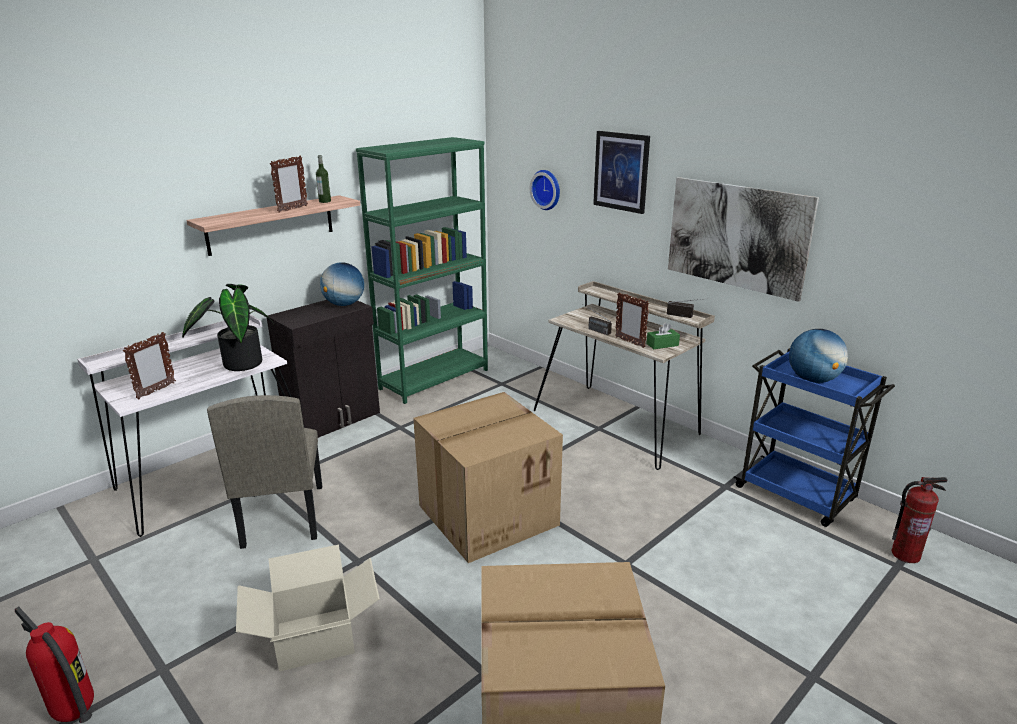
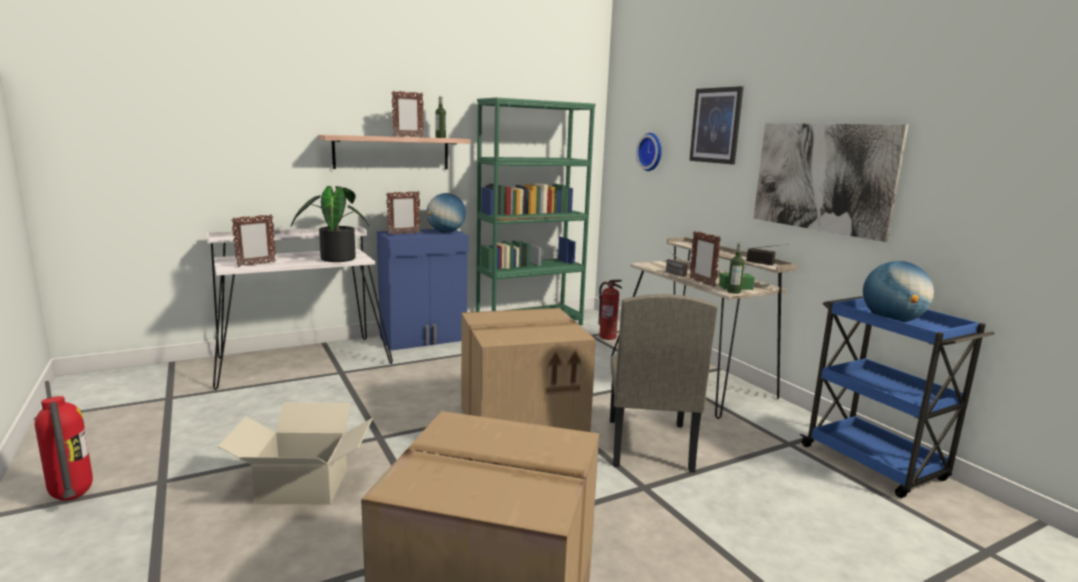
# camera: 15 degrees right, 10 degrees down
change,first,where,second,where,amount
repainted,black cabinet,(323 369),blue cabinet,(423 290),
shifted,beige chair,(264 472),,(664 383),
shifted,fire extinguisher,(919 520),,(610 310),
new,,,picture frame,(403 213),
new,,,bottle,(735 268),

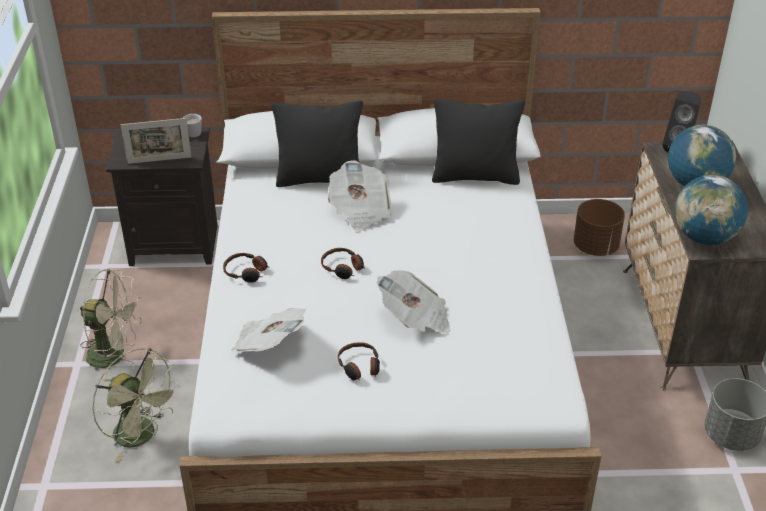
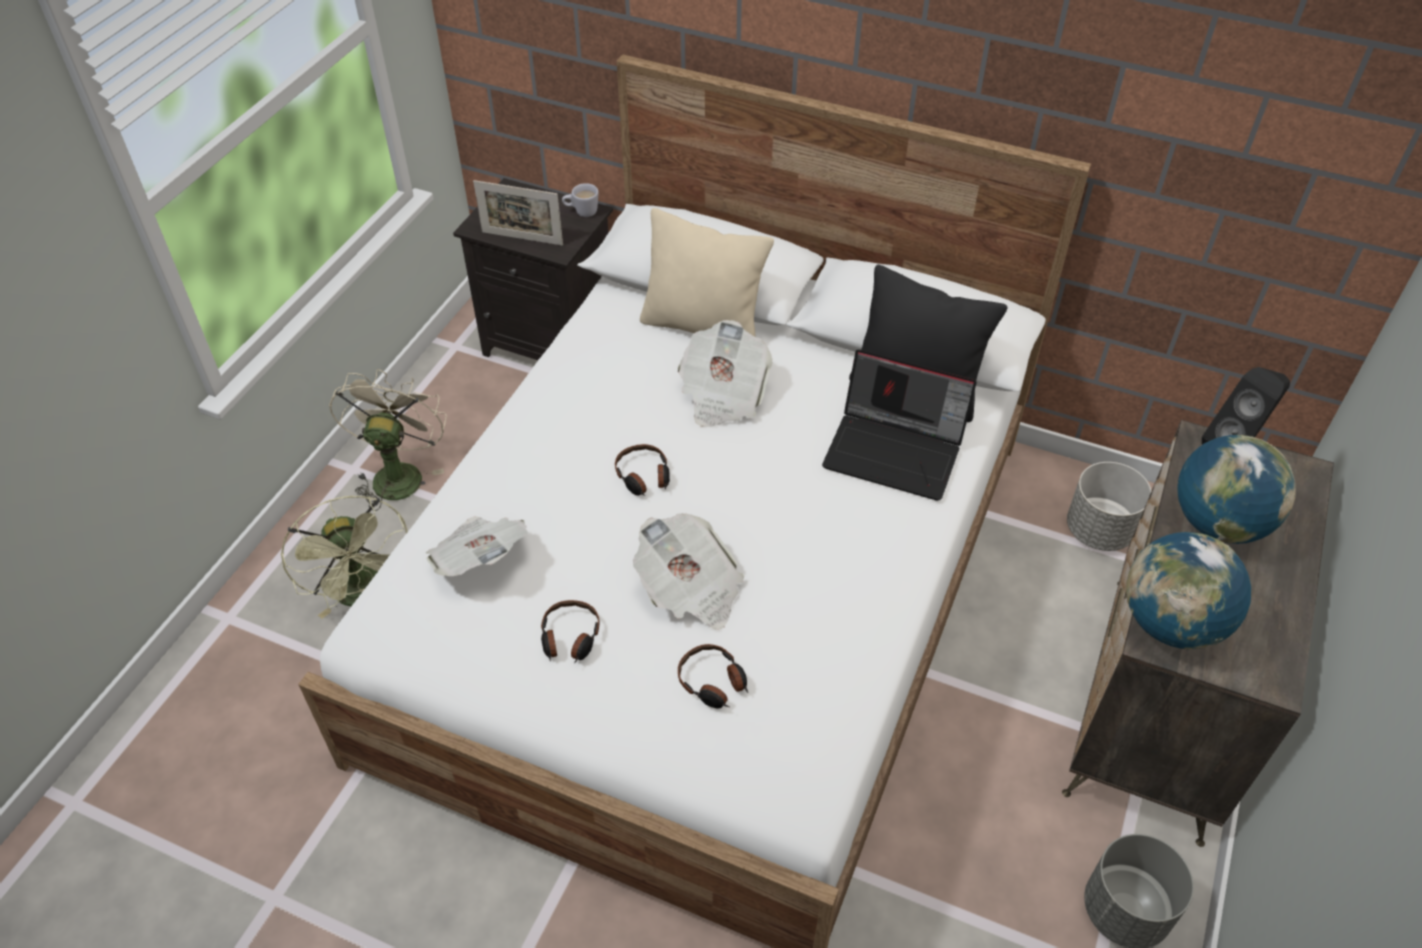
# camera: 25 degrees right, 10 degrees up
change,first,where,second,where,amount
repainted,black pillow,(317 143),beige pillow,(707 272),
repainted,brown planter,(599 227),grey planter,(1109 506),
shifted,headphones,(246 268),,(713 676),
rotated,beige fan,(111 324),,(388 440),120 degrees counterclockwise
new,,,laptop,(899 425),

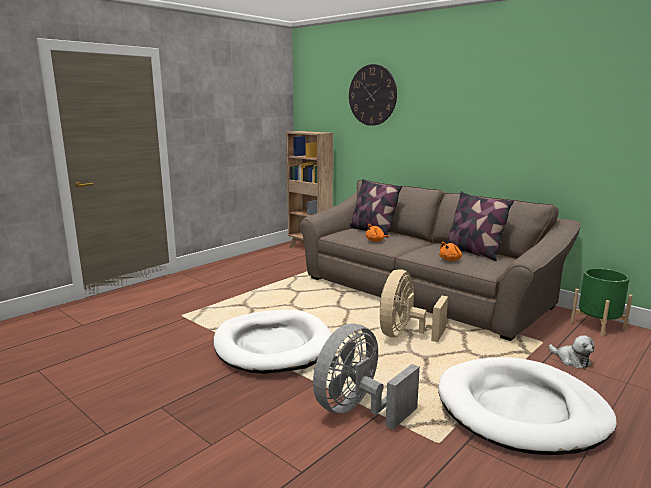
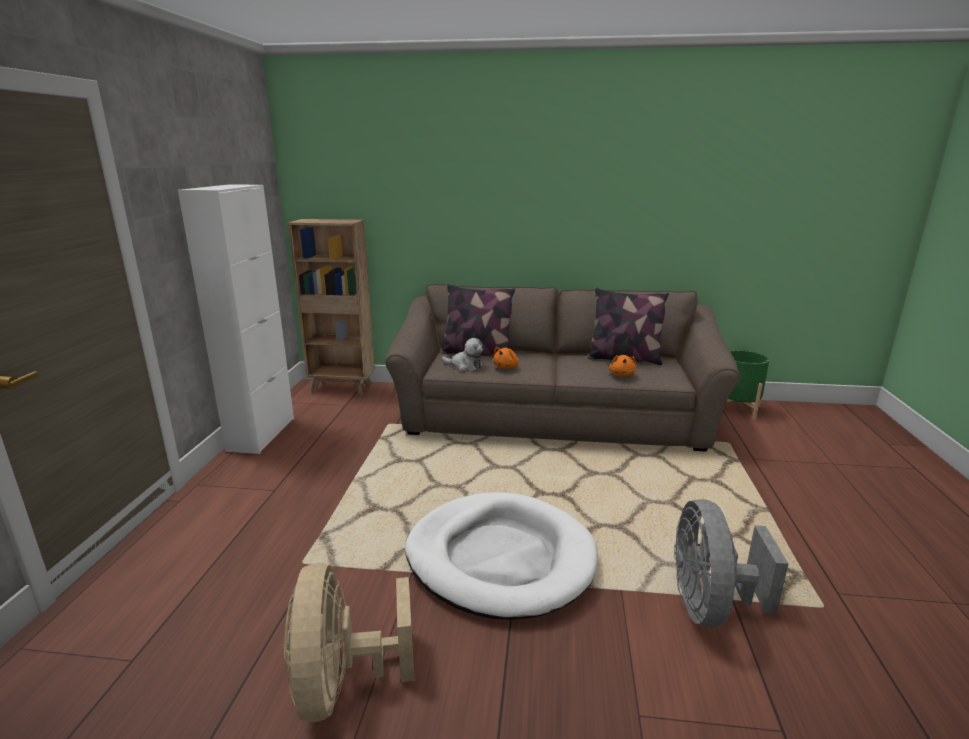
# camera: 35 degrees left, 5 degrees up
change,first,where,second,where,amount
gone,wall clock,(373 95),,,
shifted,beige fan,(413 305),,(349 642),
shifted,plush toy,(572 352),,(463 354),
gone,white dog bed,(527 406),,,
new,,,white cabinet,(236 319),

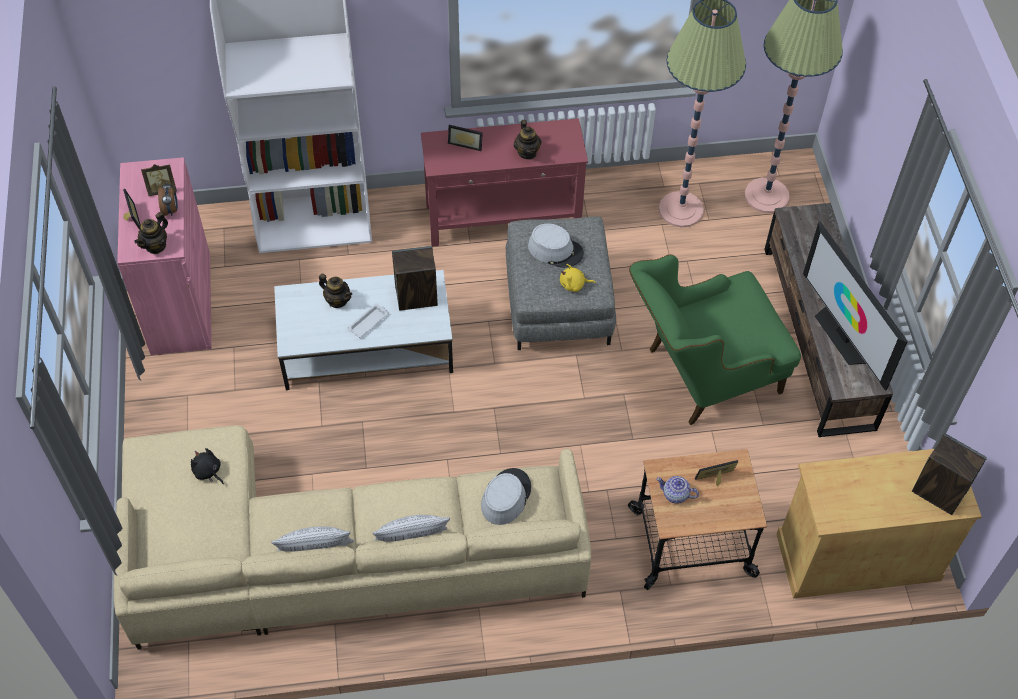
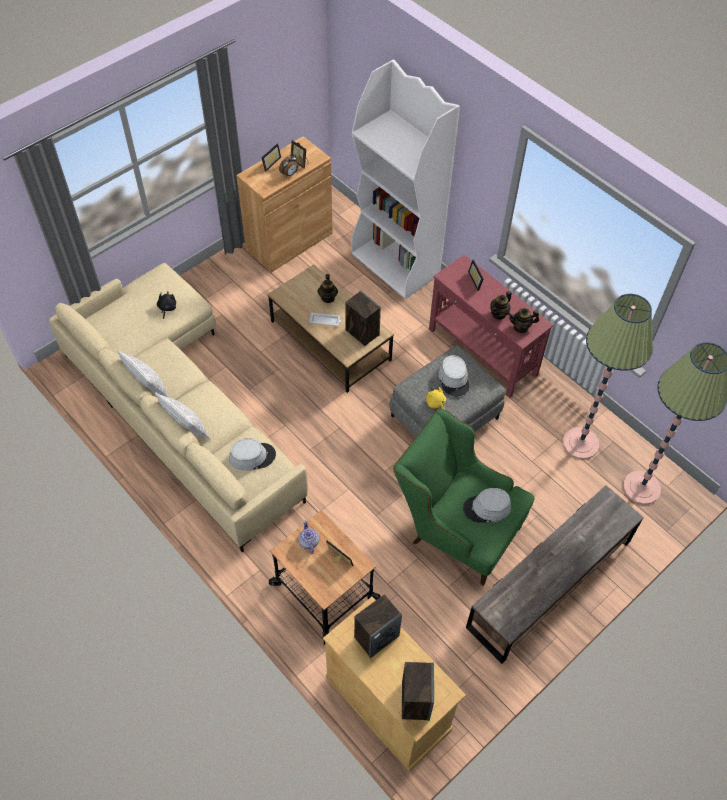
# camera: 55 degrees right, 0 degrees up
change,first,where,second,where,amount
repainted,pink cabinet,(164 256),brown cabinet,(284 204),
shifted,teapot,(151 233),,(523 320),
gone,television,(855 306),,,
repainted,white coffee table,(363 330),brown coffee table,(331 328),
new,,,grey hat,(487 505),
new,,,speaker,(378 626),

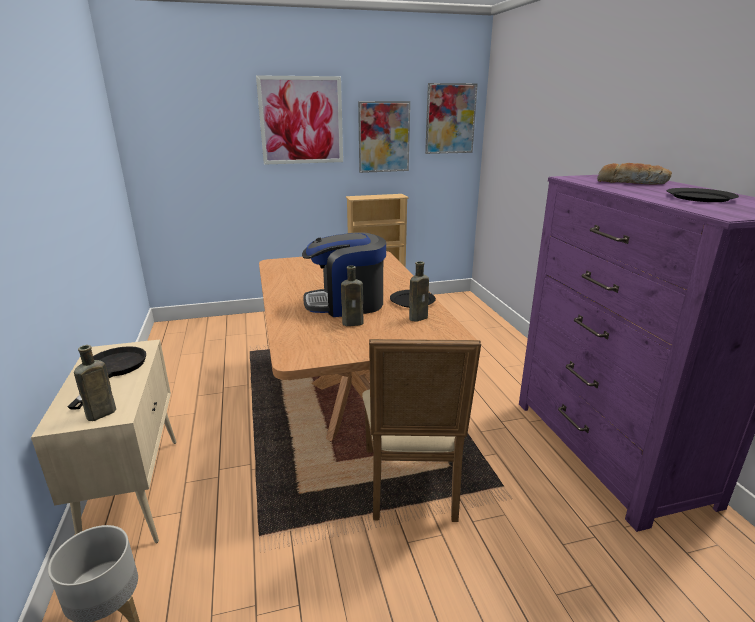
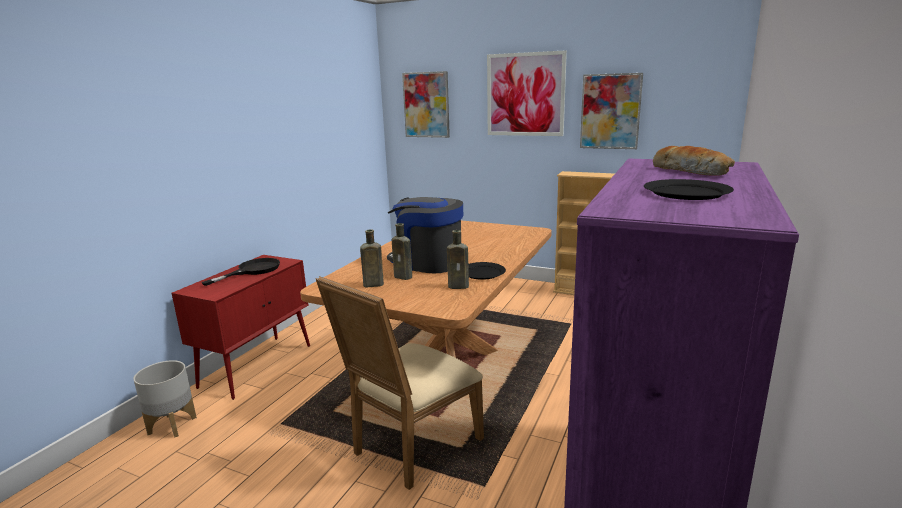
# camera: 40 degrees right, 5 degrees down
change,first,where,second,where,amount
shifted,picture,(451 118),,(426 104),
repainted,beige cabinet,(104 441),red cabinet,(241 327),
shifted,brown bottle,(95 383),,(372 258),

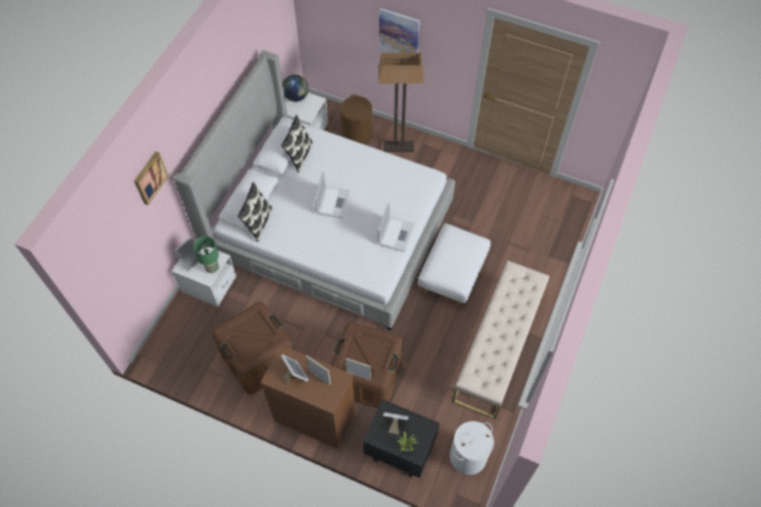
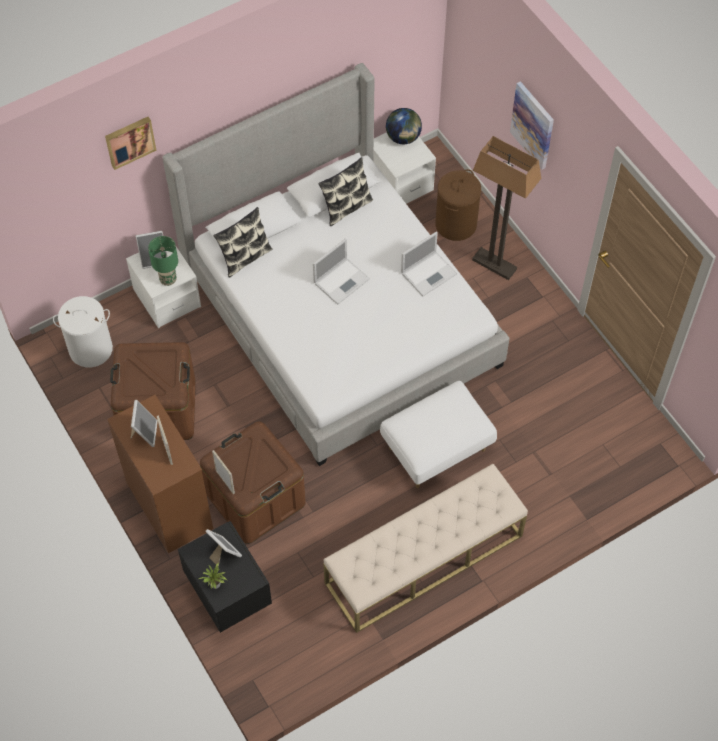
# camera: 35 degrees right, 0 degrees up
change,first,where,second,where,amount
shifted,laptop,(396 227),,(429 264),
shifted,white laundry basket,(472 448),,(83 331),

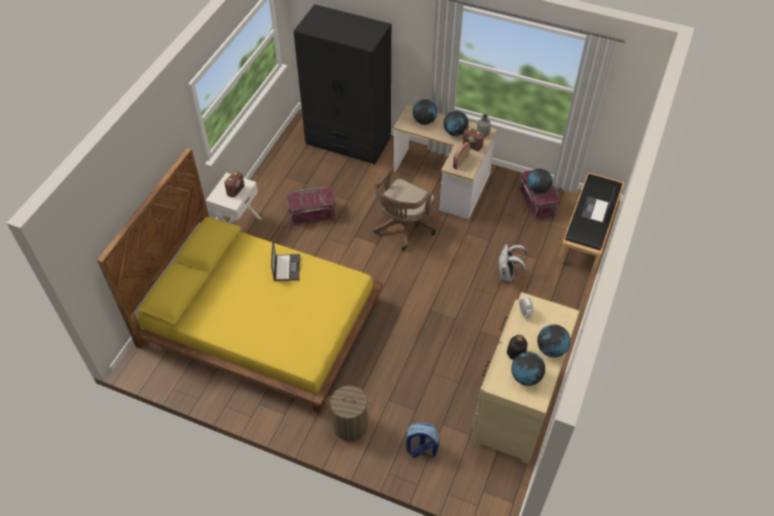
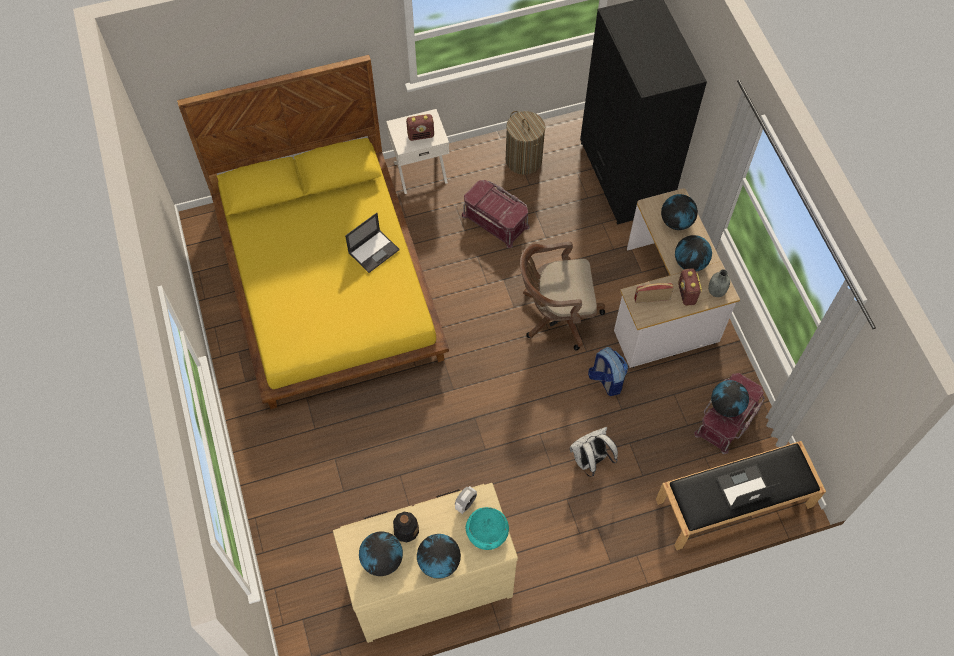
# camera: 50 degrees right, 10 degrees up
change,first,where,second,where,amount
shifted,laundry basket,(348 413),,(525 143),
shifted,backpack,(422 440),,(608 371),
new,,,turquoise bowl,(487 528),

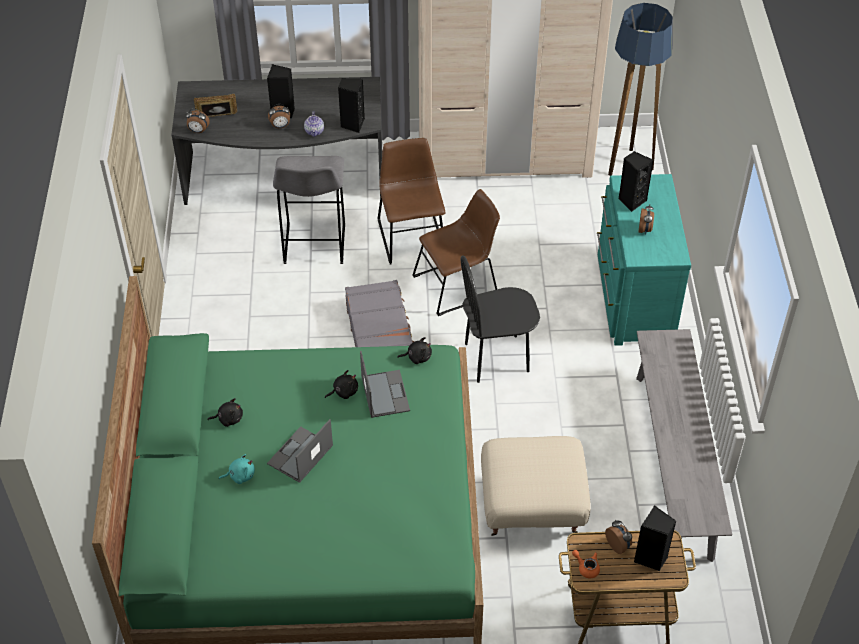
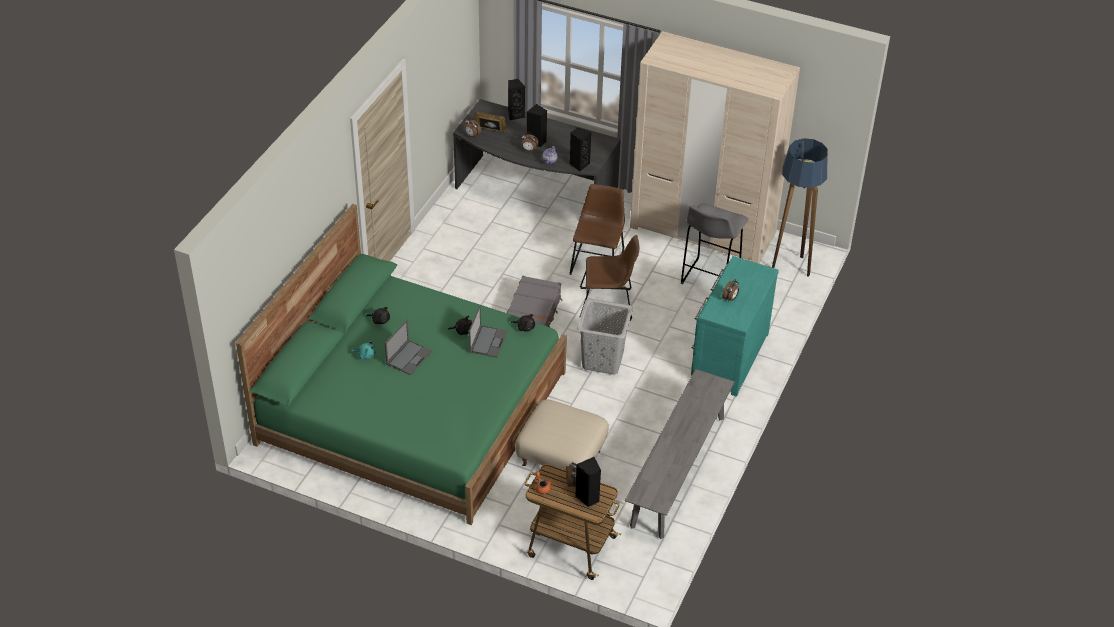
# camera: 25 degrees right, 5 degrees down
change,first,where,second,where,amount
shifted,black speaker,(635 181),,(516 99),
shifted,grey stool,(309 210),,(715 243),
swapped,black chair,(500 319),grey laundry basket,(605 337),
rotated,laptop,(300 451),,(408 347),150 degrees clockwise

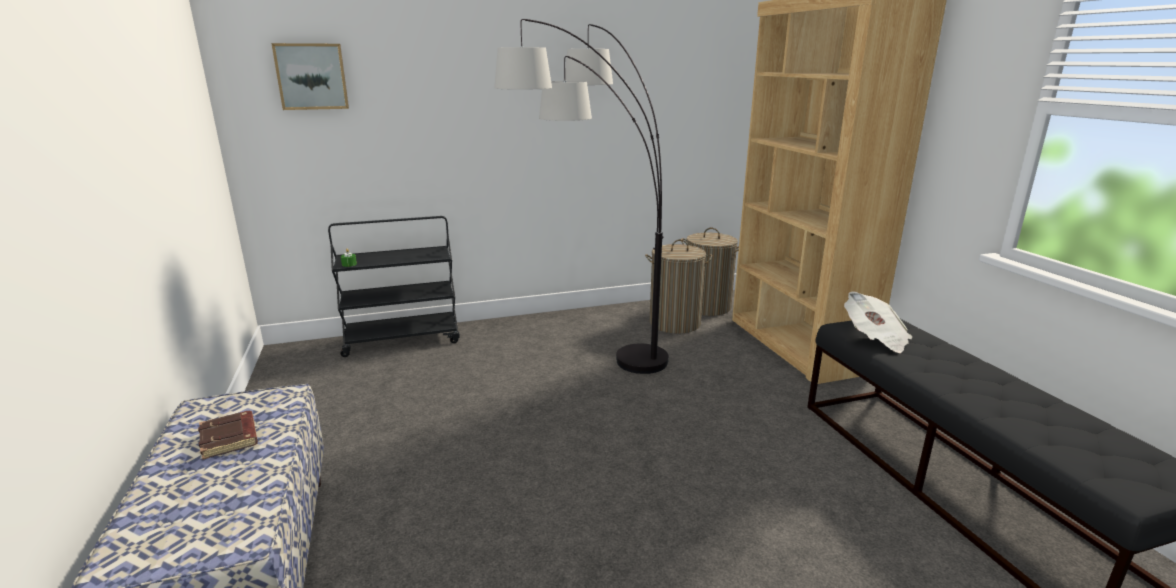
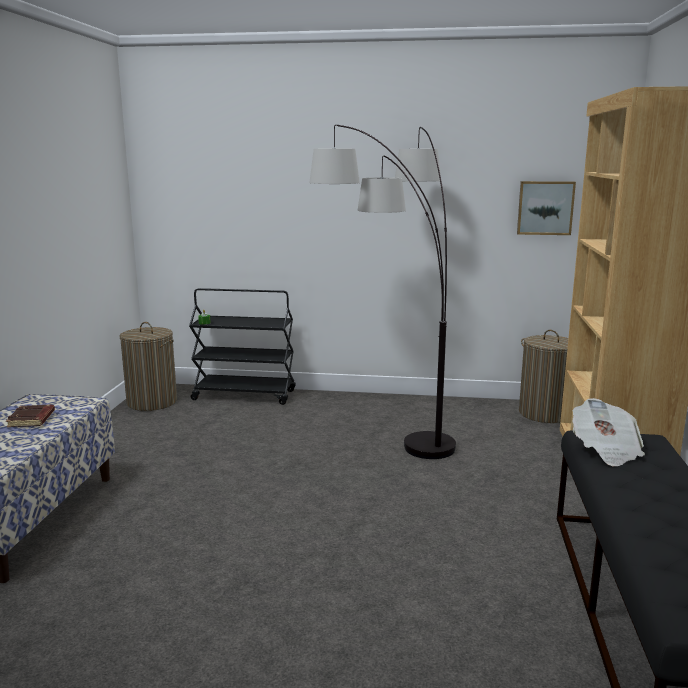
# camera: 25 degrees right, 5 degrees down
change,first,where,second,where,amount
shifted,picture,(310 76),,(546 208),
shifted,laundry basket,(678 286),,(148 366),

